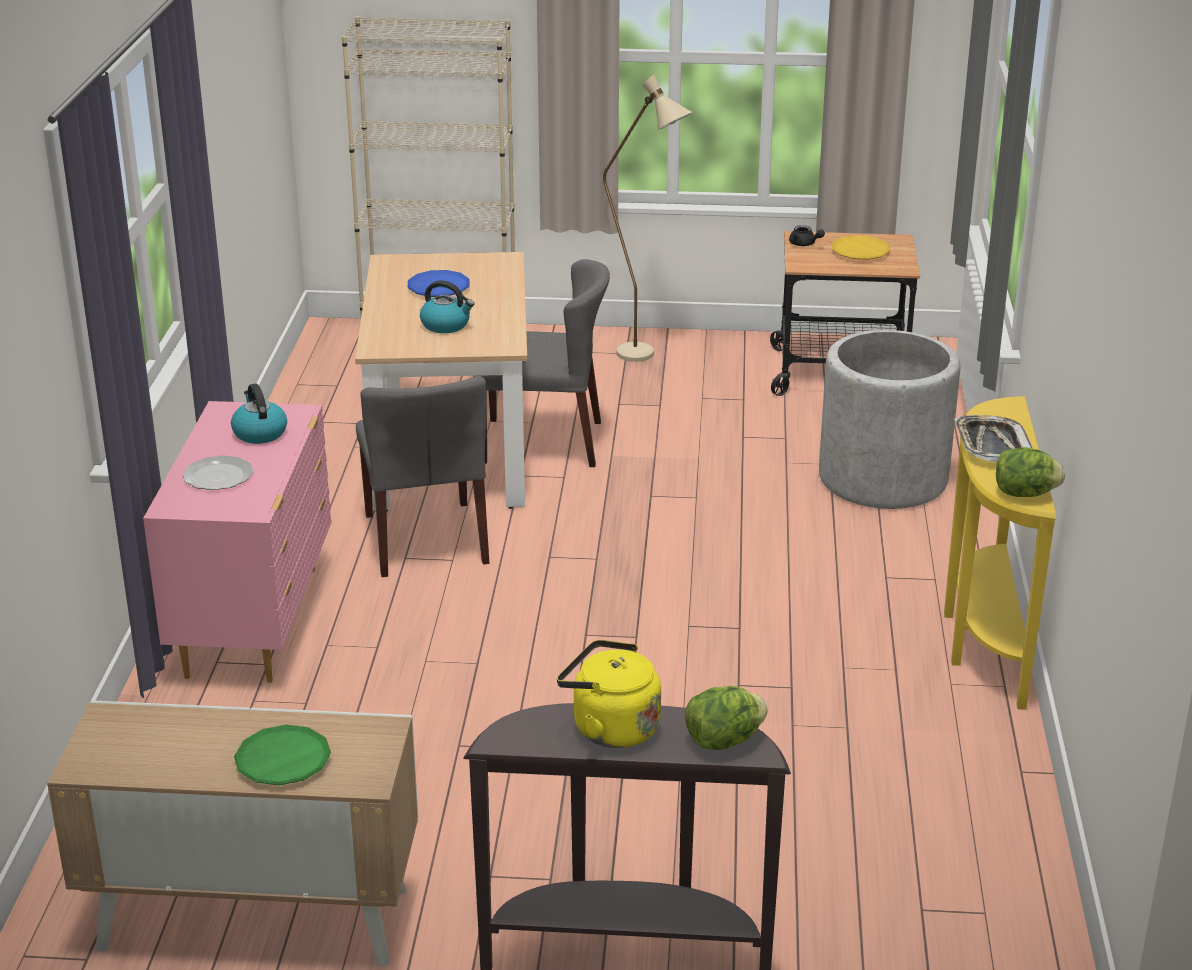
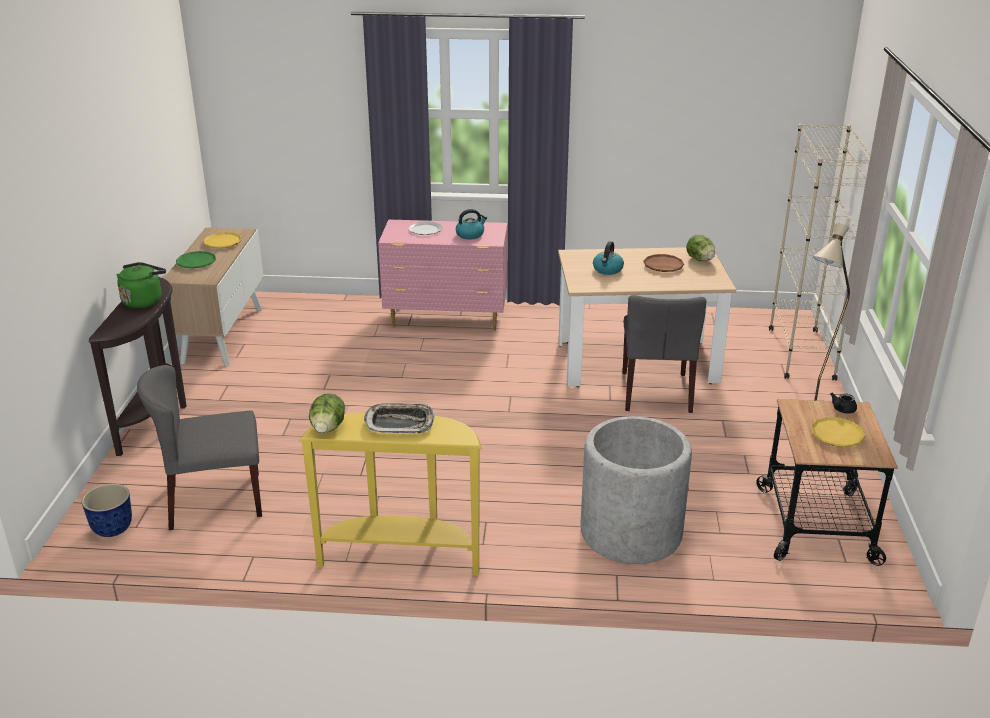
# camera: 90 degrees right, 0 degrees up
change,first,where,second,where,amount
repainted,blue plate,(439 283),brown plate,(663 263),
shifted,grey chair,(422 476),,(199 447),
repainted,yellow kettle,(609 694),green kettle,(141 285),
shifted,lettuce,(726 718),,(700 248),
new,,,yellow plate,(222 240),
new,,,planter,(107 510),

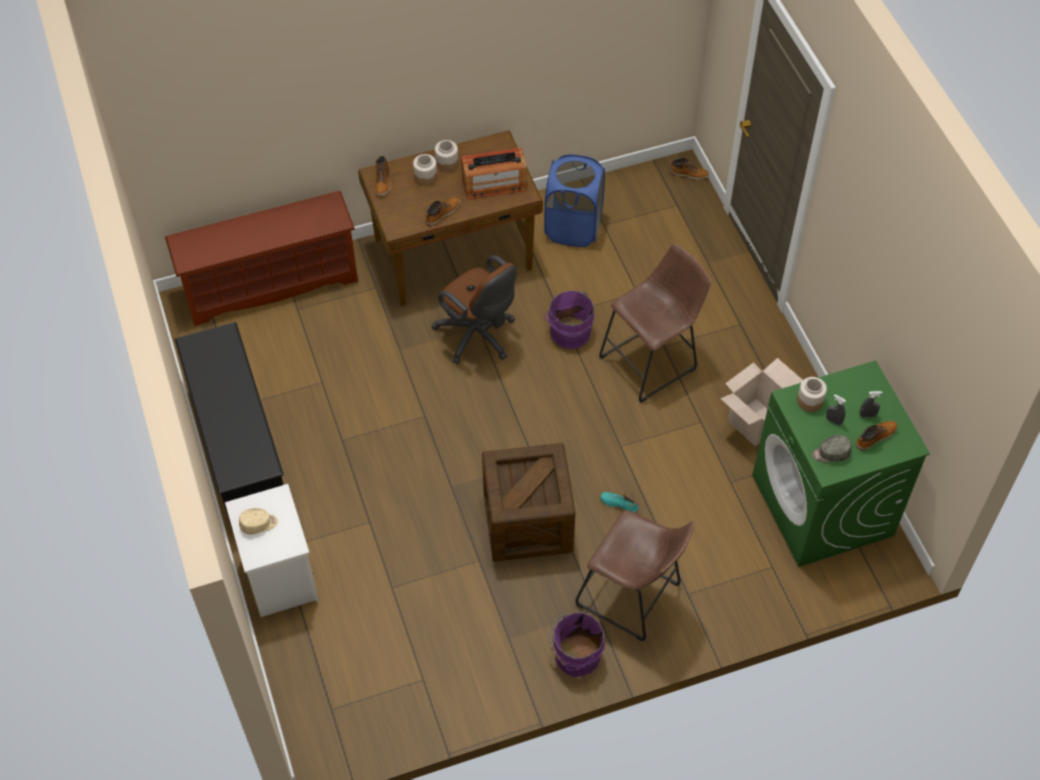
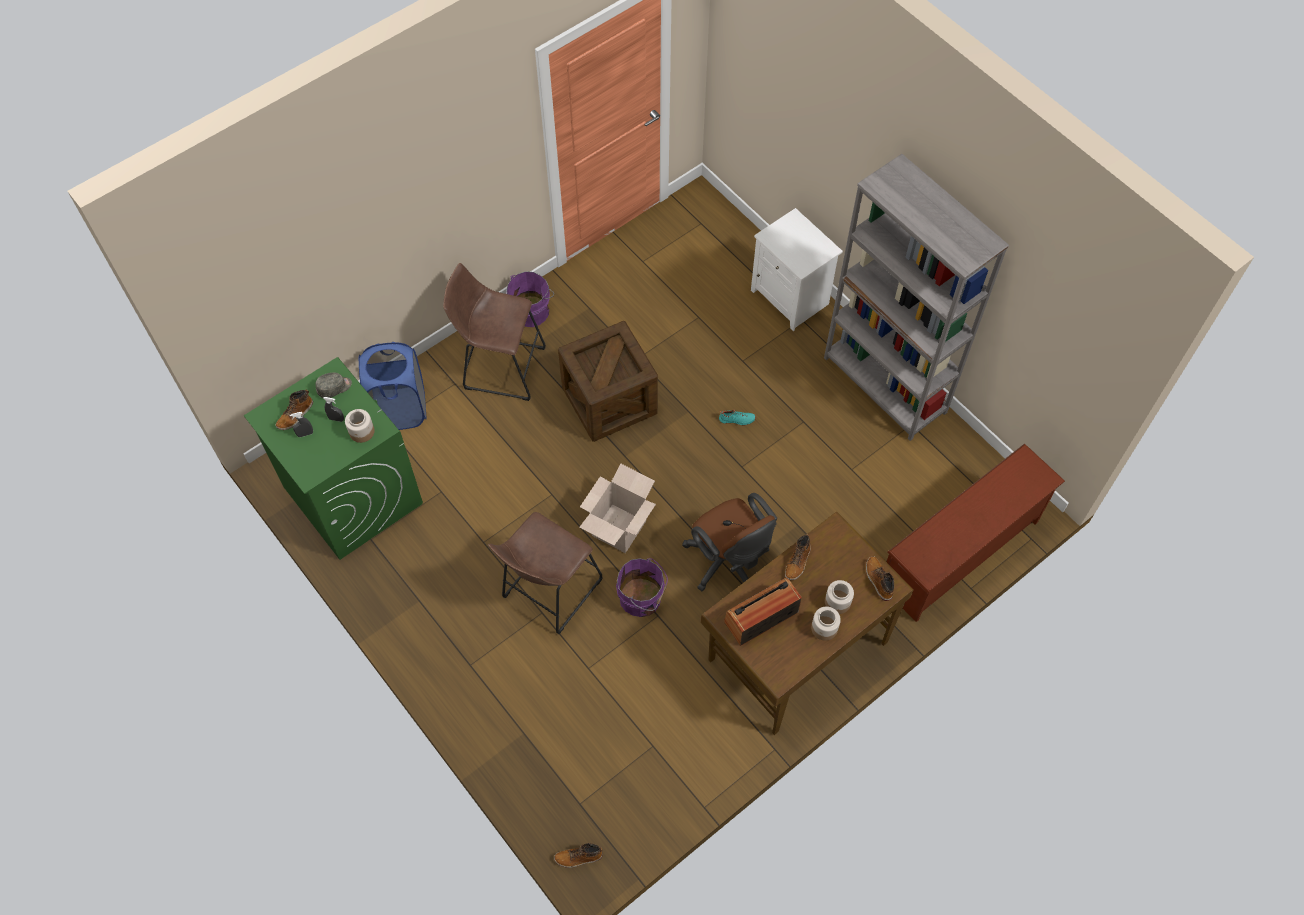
# camera: 160 degrees right, 5 degrees up
change,first,where,second,where,amount
shifted,blue laundry basket,(574 200),,(393 386),
rotated,brown office chair,(474 309),,(729 542),150 degrees counterclockwise
swapped,black shoe rack,(229 426),grey bookcase,(916 297),
shifted,cardboard box,(761 402),,(617 508),
shifted,turquoise shoe,(619 502),,(737 418),
gone,beige cap,(258 521),,,

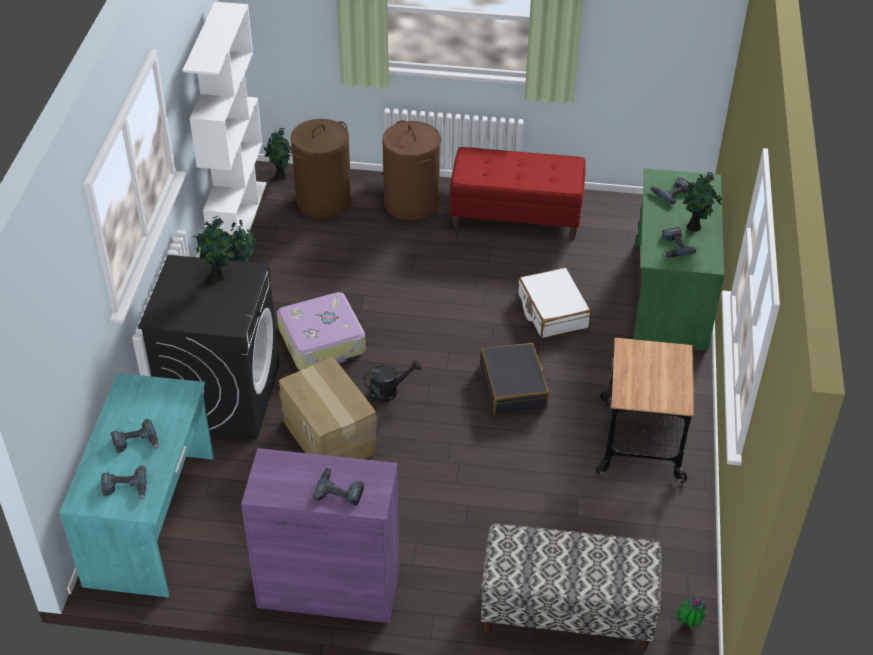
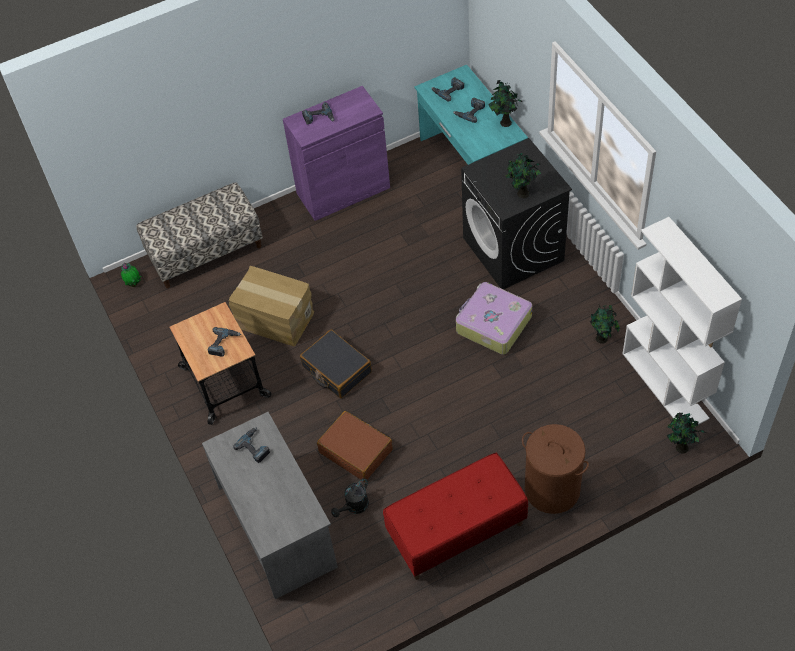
# camera: 150 degrees right, 10 degrees up
change,first,where,second,where,amount
gone,brown laundry basket,(321 168),,,
repainted,green desk,(678 259),grey desk,(270 505),
shifted,potted plant,(702 202),,(505 103),
shifted,power drill,(669 191),,(224 342),
repainted,white suitcase,(554 302),brown suitcase,(355 446),
shifted,cardboard box,(328 408),,(271 306),
shifted,black watering can,(392 381),,(350 497),

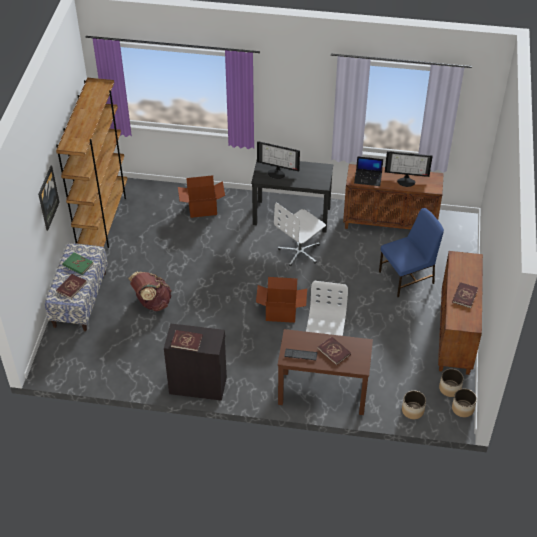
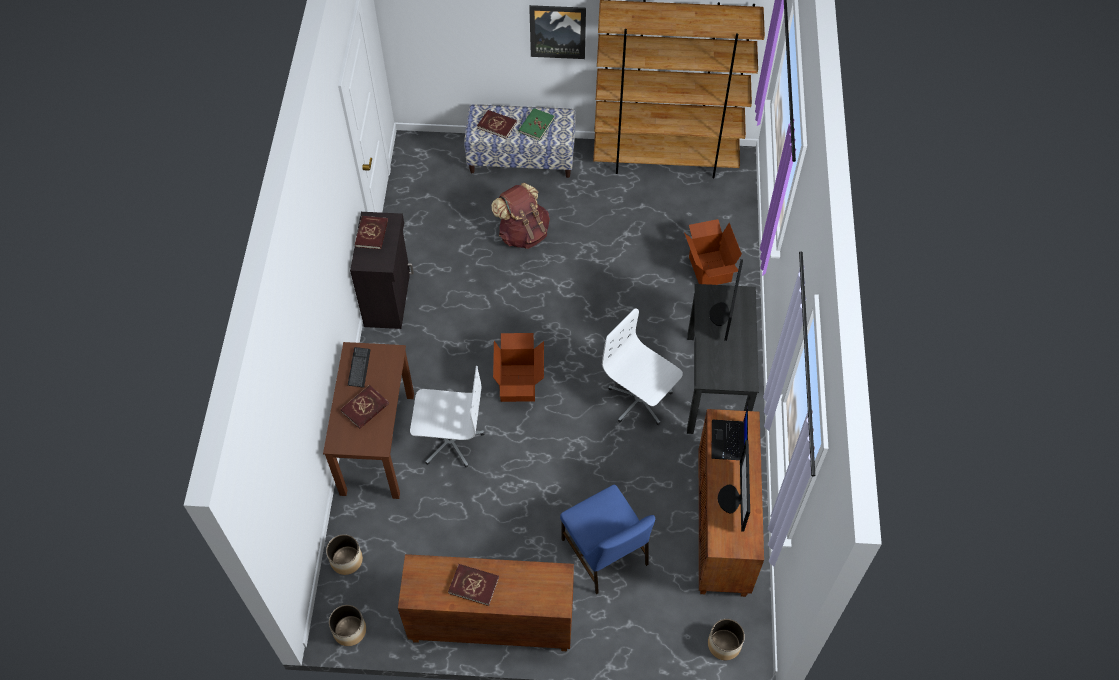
# camera: 85 degrees right, 10 degrees up
change,first,where,second,where,amount
shifted,planter,(451 383),,(726 639),

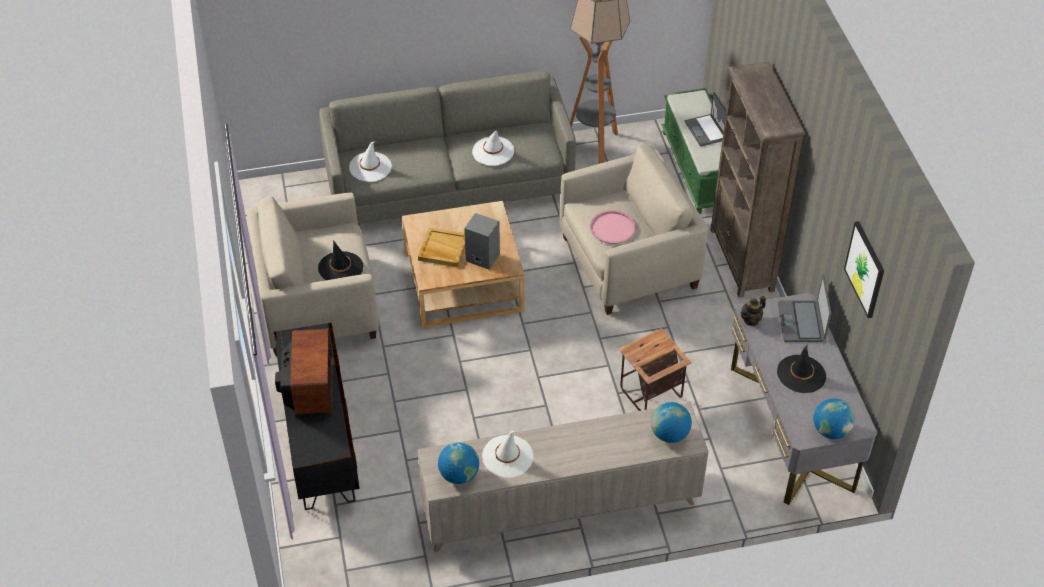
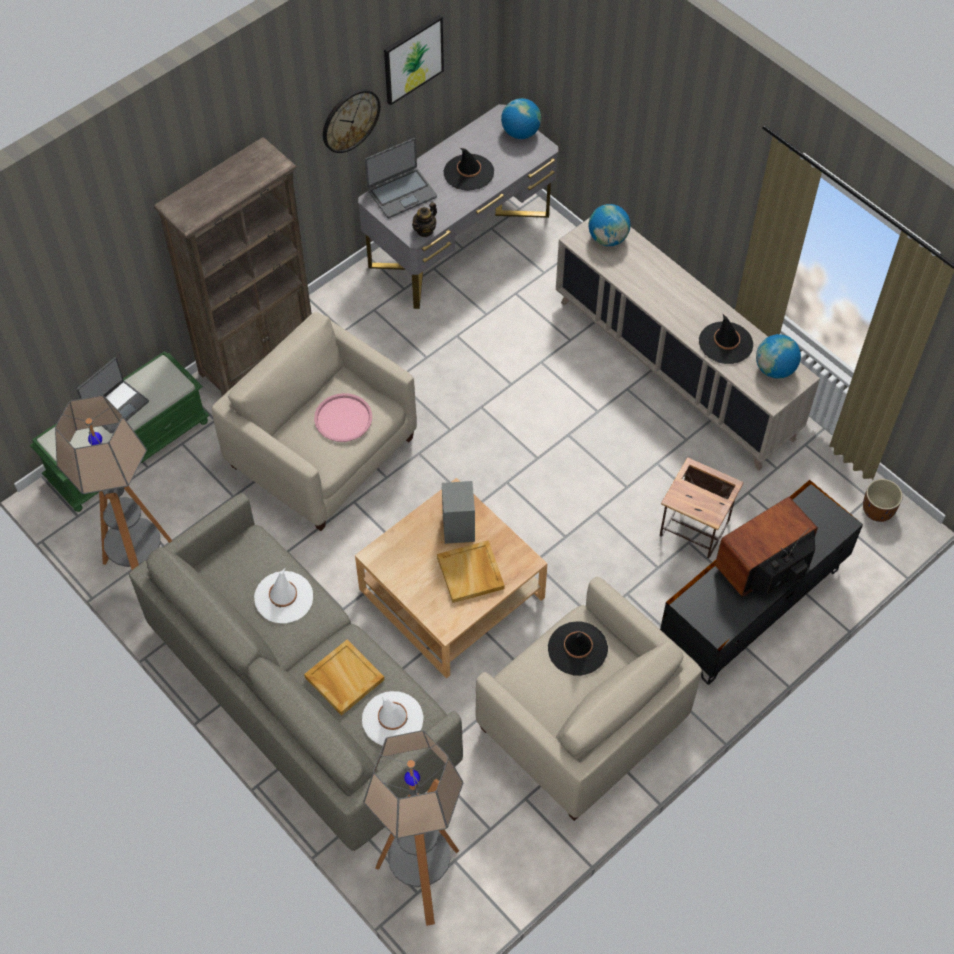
# camera: 120 degrees left, 10 degrees up
change,first,where,second,where,amount
rotated,teapot,(753 311),,(424 219),105 degrees clockwise
shifted,side table,(655 369),,(702 508),
repainted,white hat,(508 454),black hat,(726 339),
new,,,wall clock,(351 121),
new,,,brown planter,(883 500),
new,,,beige tray,(344 677),
new,,,floor lamp,(413 828),

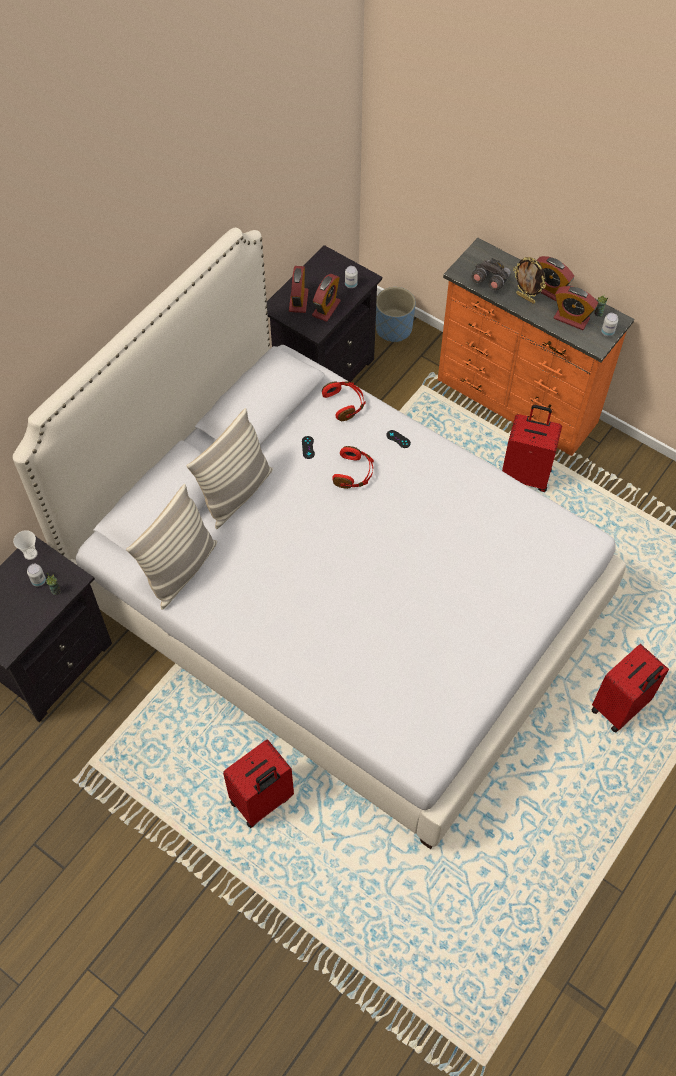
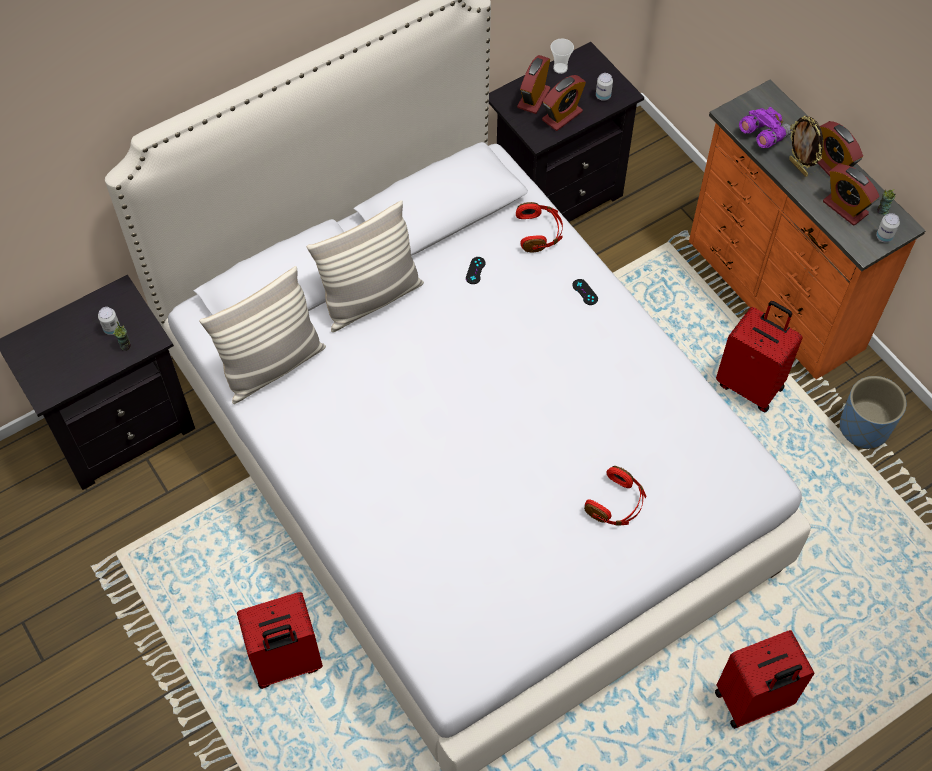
# camera: 20 degrees right, 0 degrees up
change,first,where,second,where,amount
repainted,grey binoculars,(491 274),purple binoculars,(765 127),
shifted,blue planter,(396 315),,(873 412),
shifted,red headphones,(353 467),,(615 496),
shifted,cup,(25 545),,(562 56),

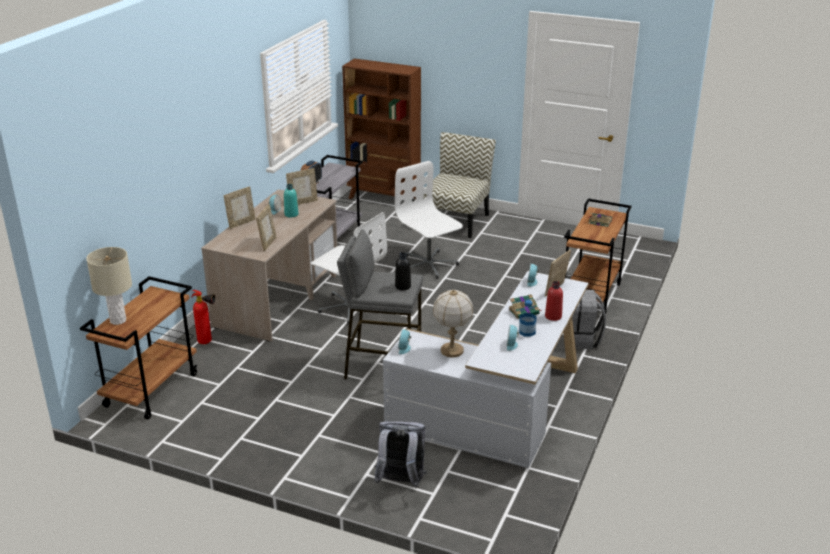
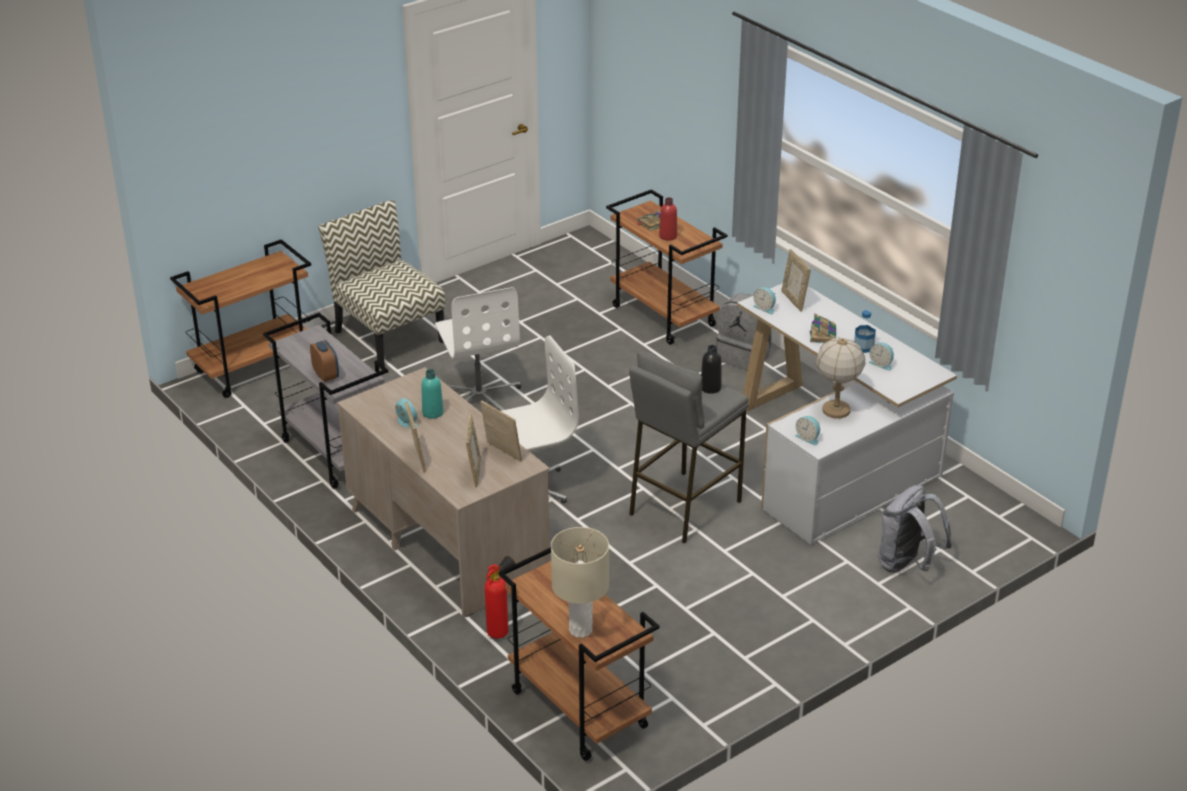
# camera: 60 degrees left, 5 degrees up
change,first,where,second,where,amount
swapped,brown bookcase,(381 129),brown cart,(240 318),
rotated,white office chair,(429 220),,(478 349),105 degrees counterclockwise
shifted,picture frame,(302 186),,(473 451),
shifted,red bottle,(554 301),,(668 219),

